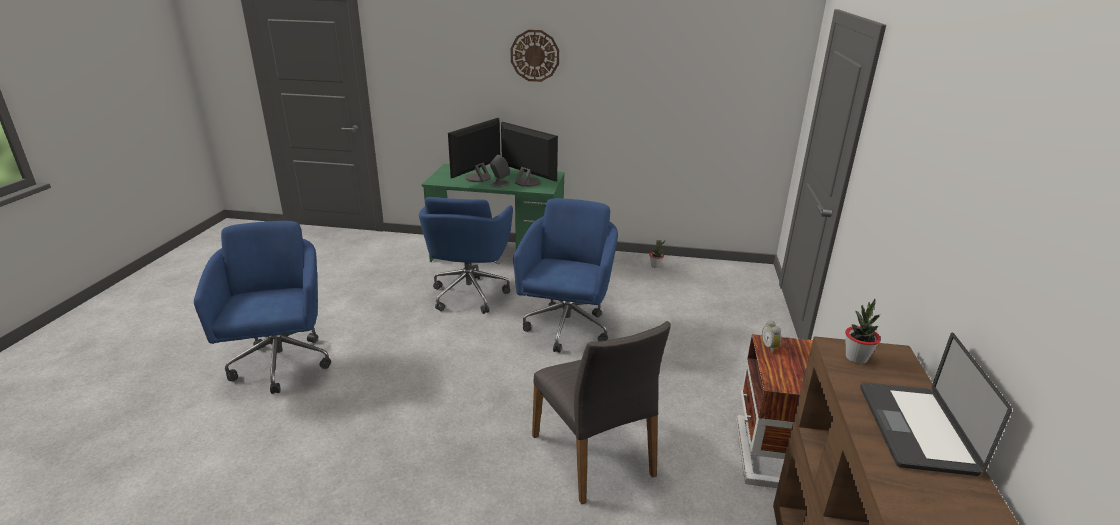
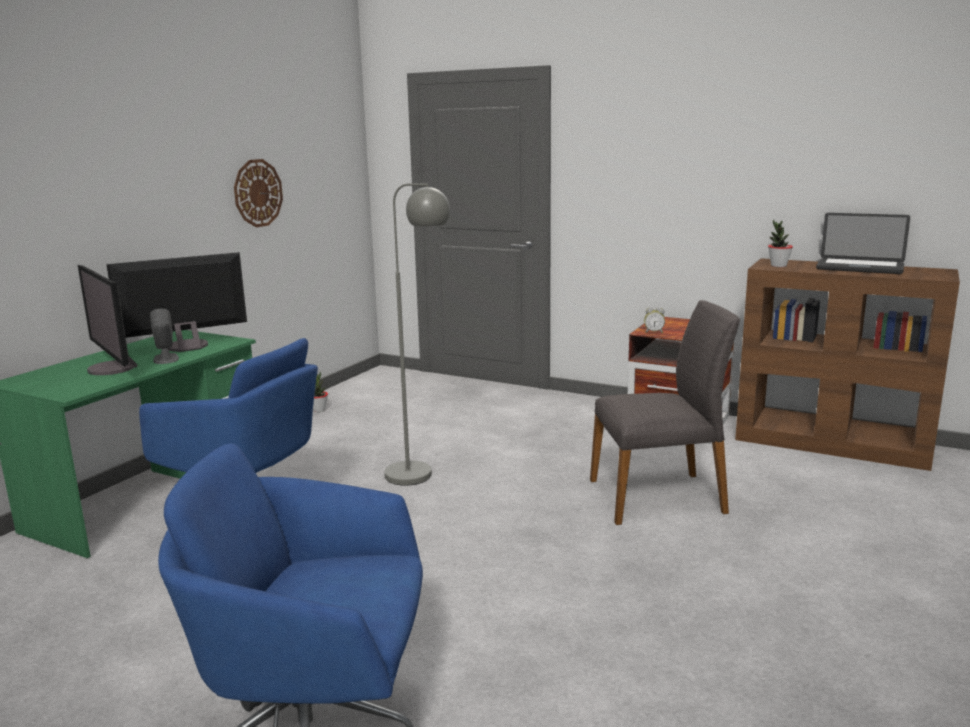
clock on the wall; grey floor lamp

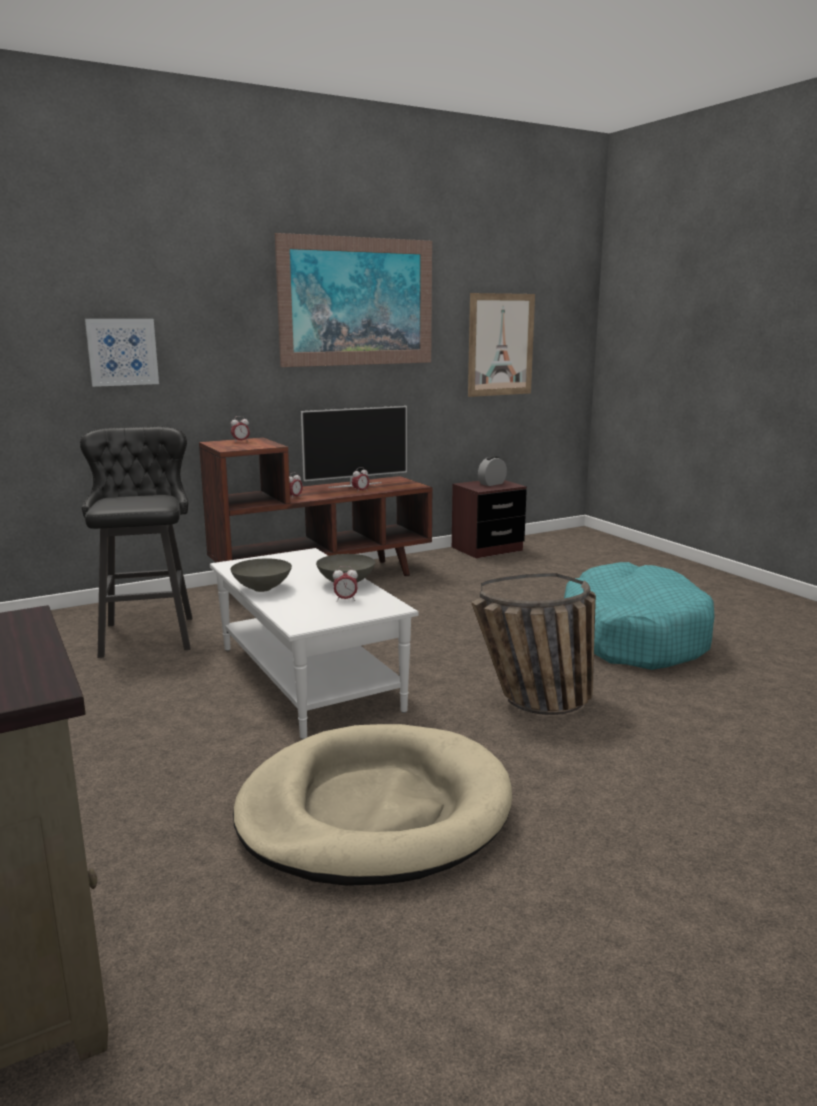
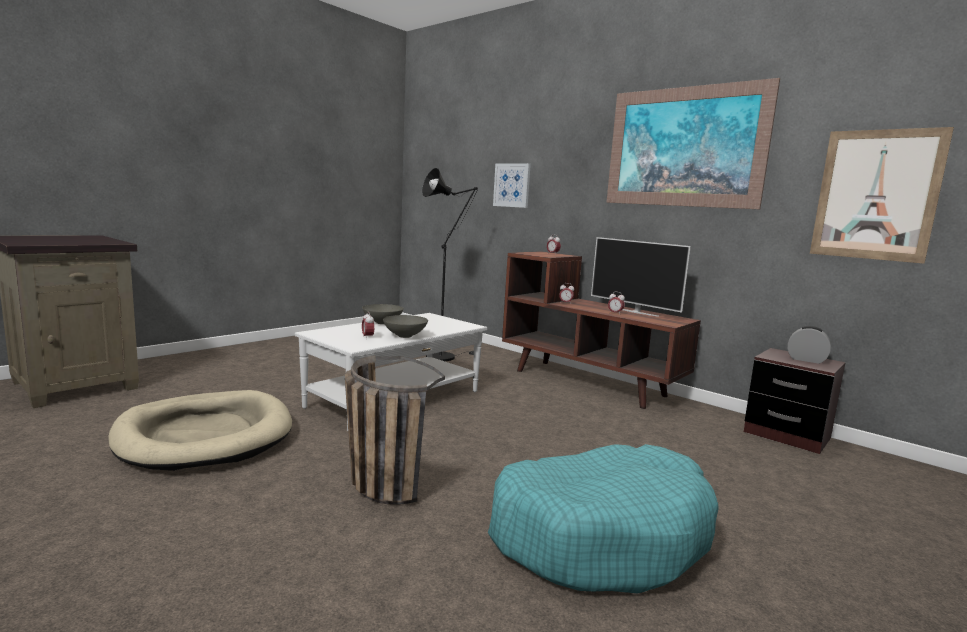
black-coloured floor lamp

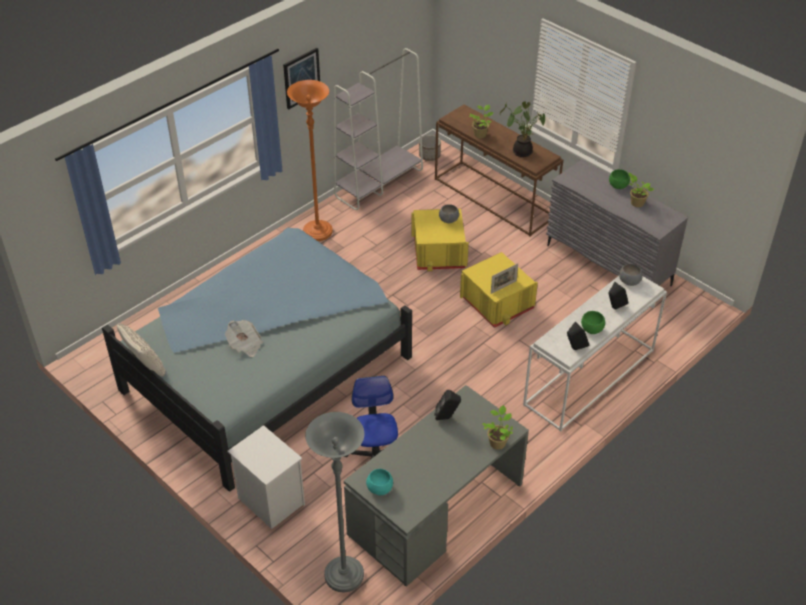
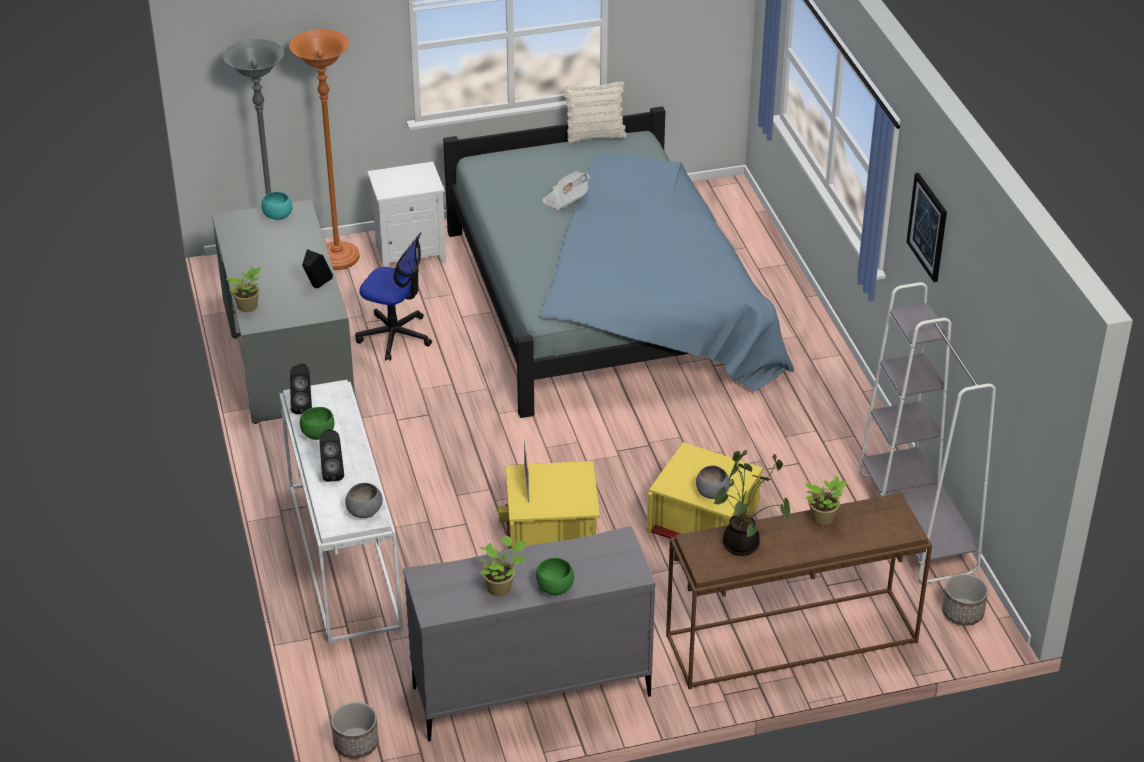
orangey floor lamp; flower pot (no. 1 from left)

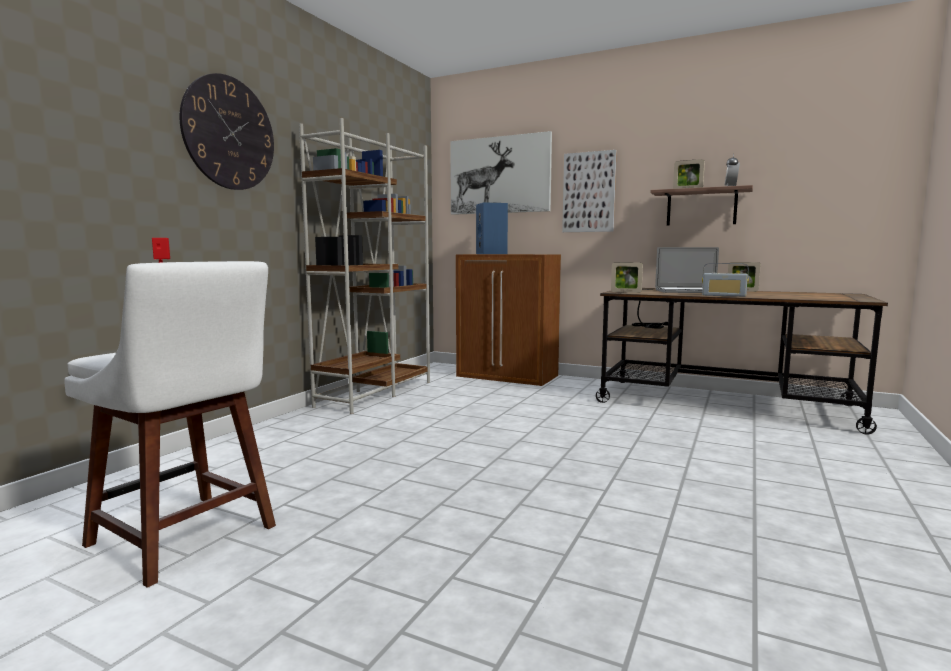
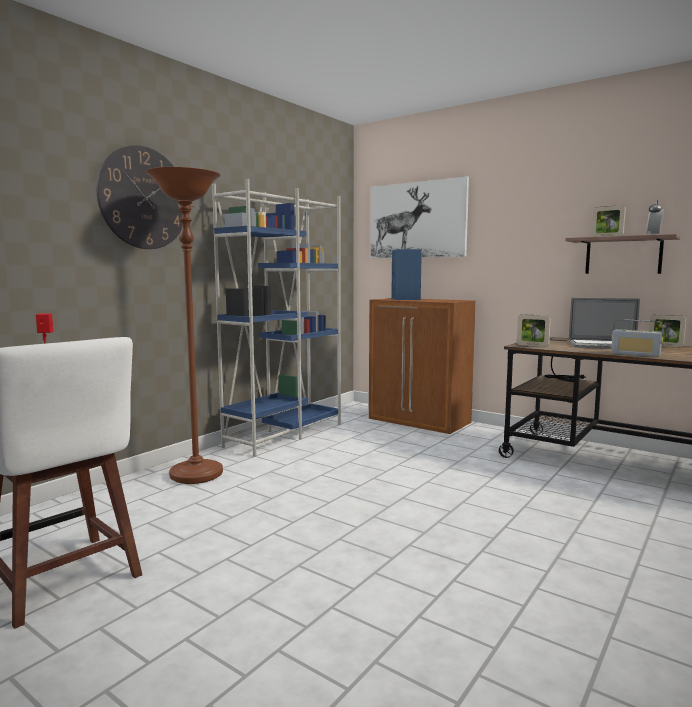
blue-coloured shelving unit; wall art (no. 2 from left in the first image); brownish floor lamp

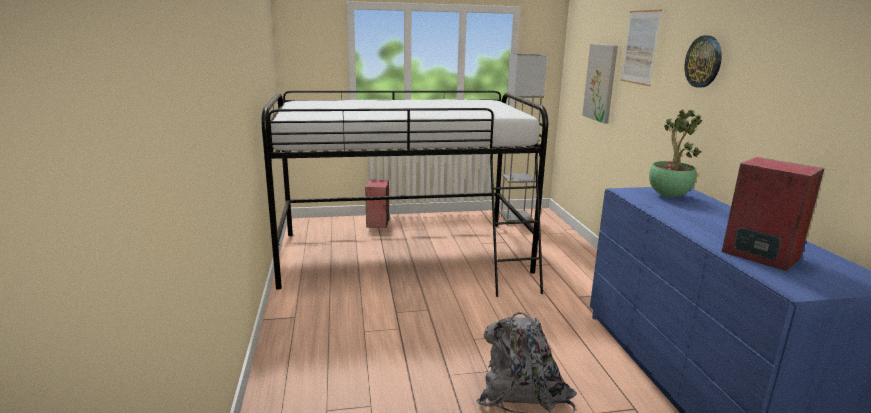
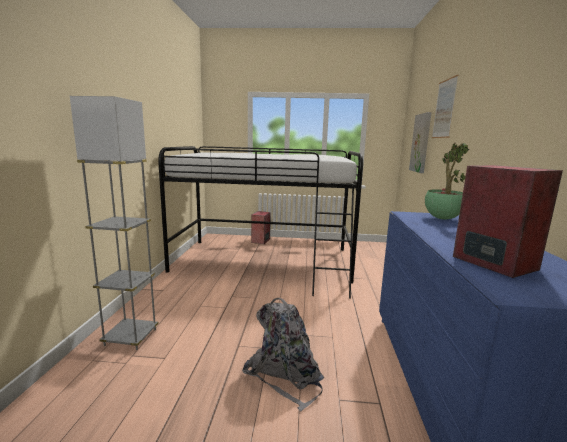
clock on the wall; grey floor lamp

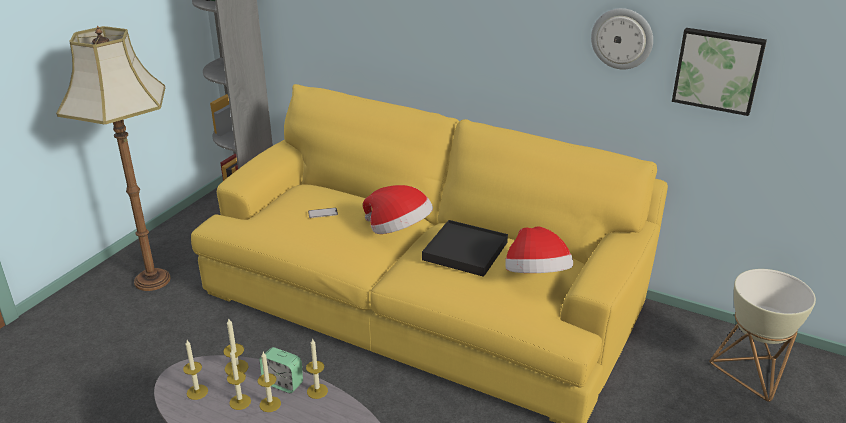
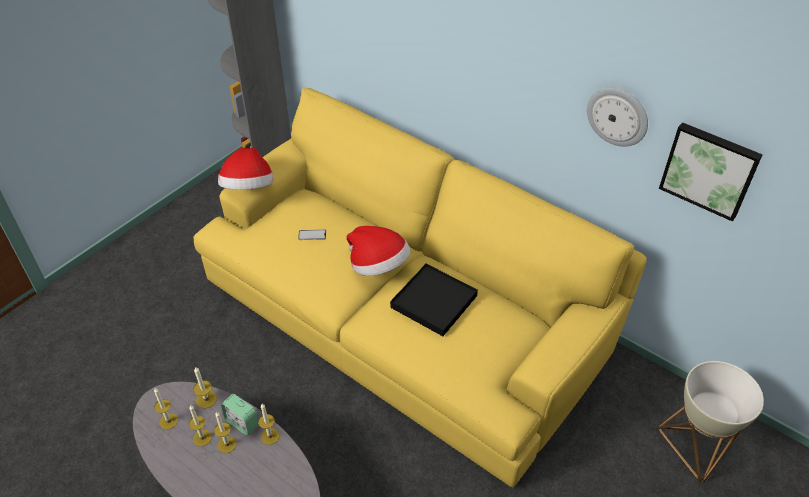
floor lamp; hat (no. 1 from left)

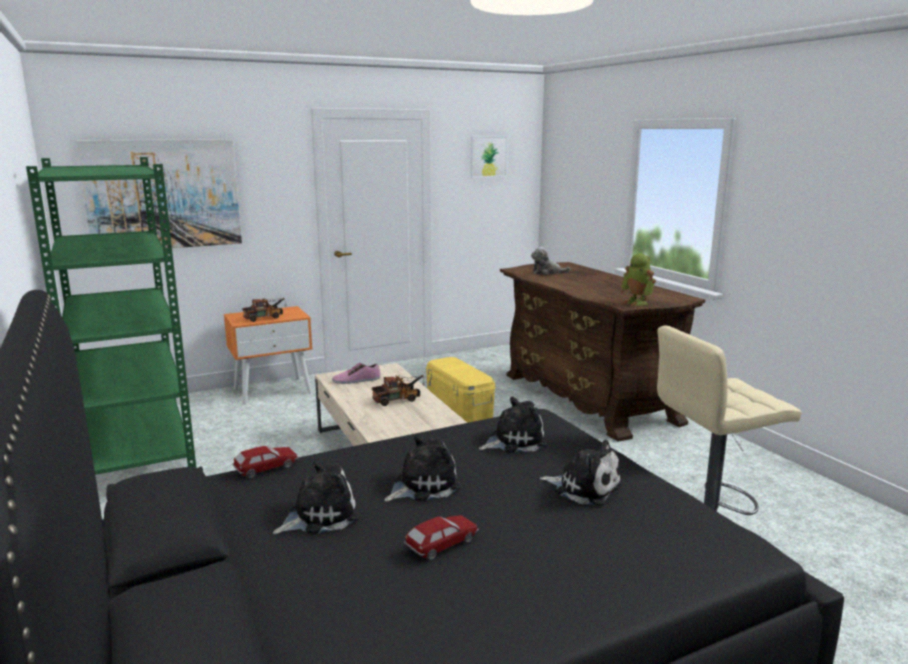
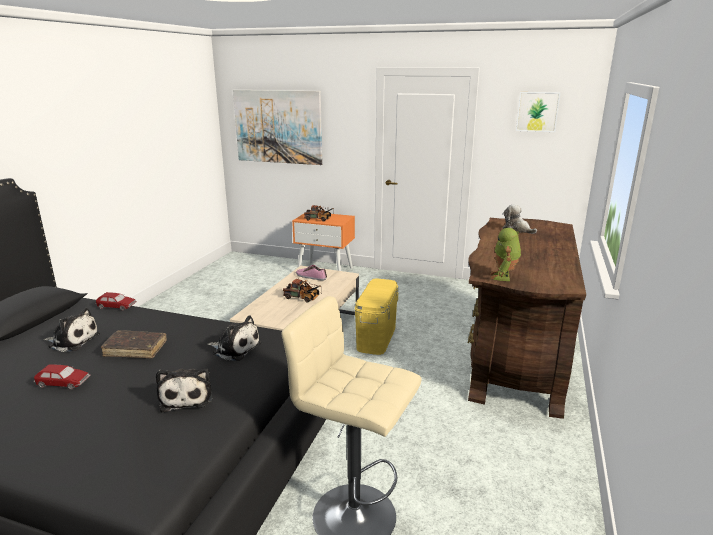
green shelving unit; brownish volume

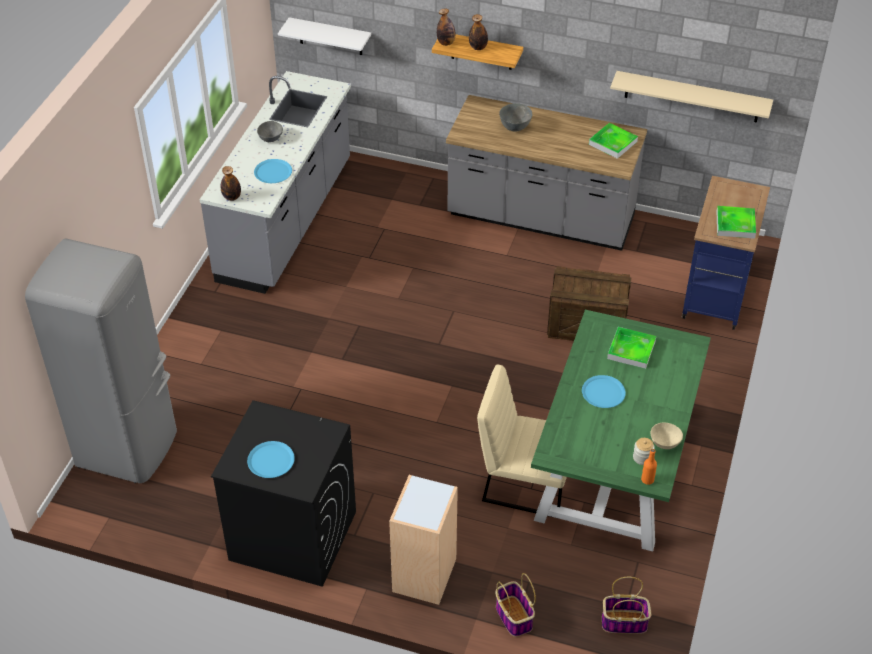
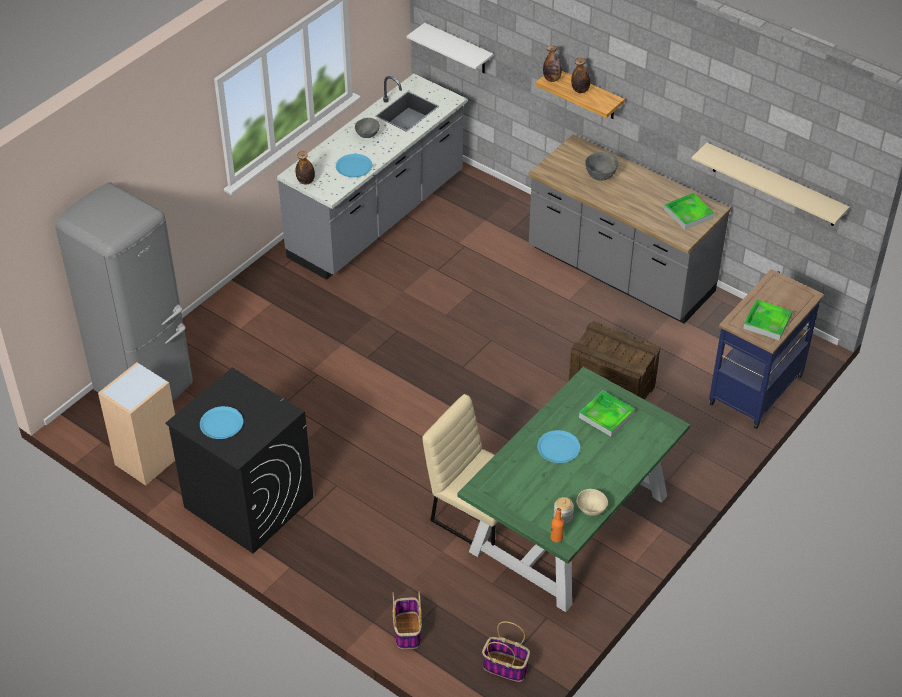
shelving unit

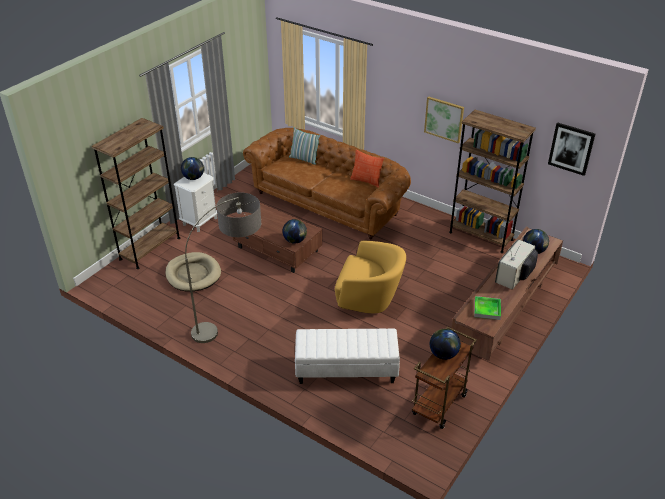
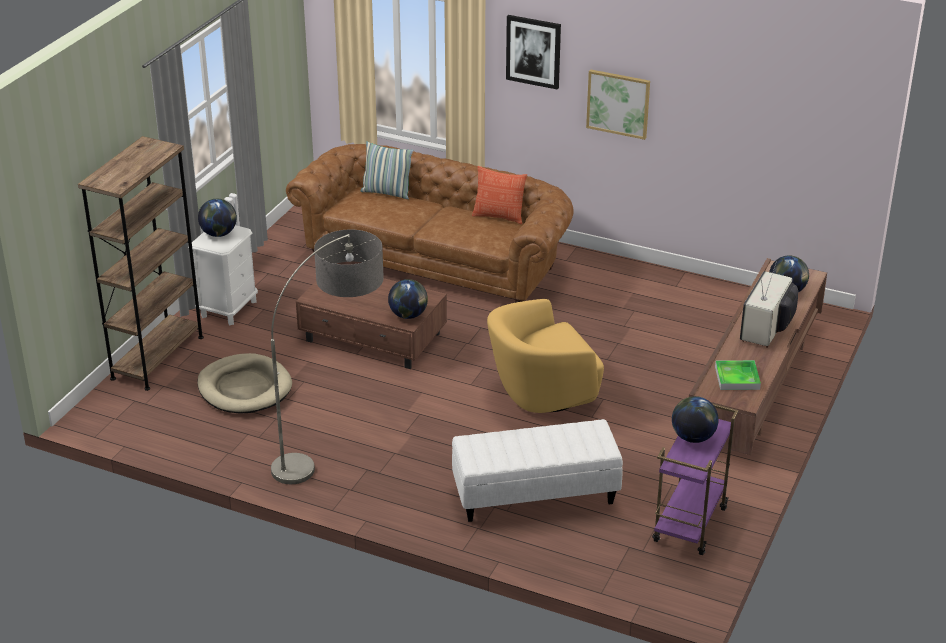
brownish shelving unit (no. 2 from left in the first image); wall art (no. 1 from left); yellow-coloured easy chair; purplish trolley

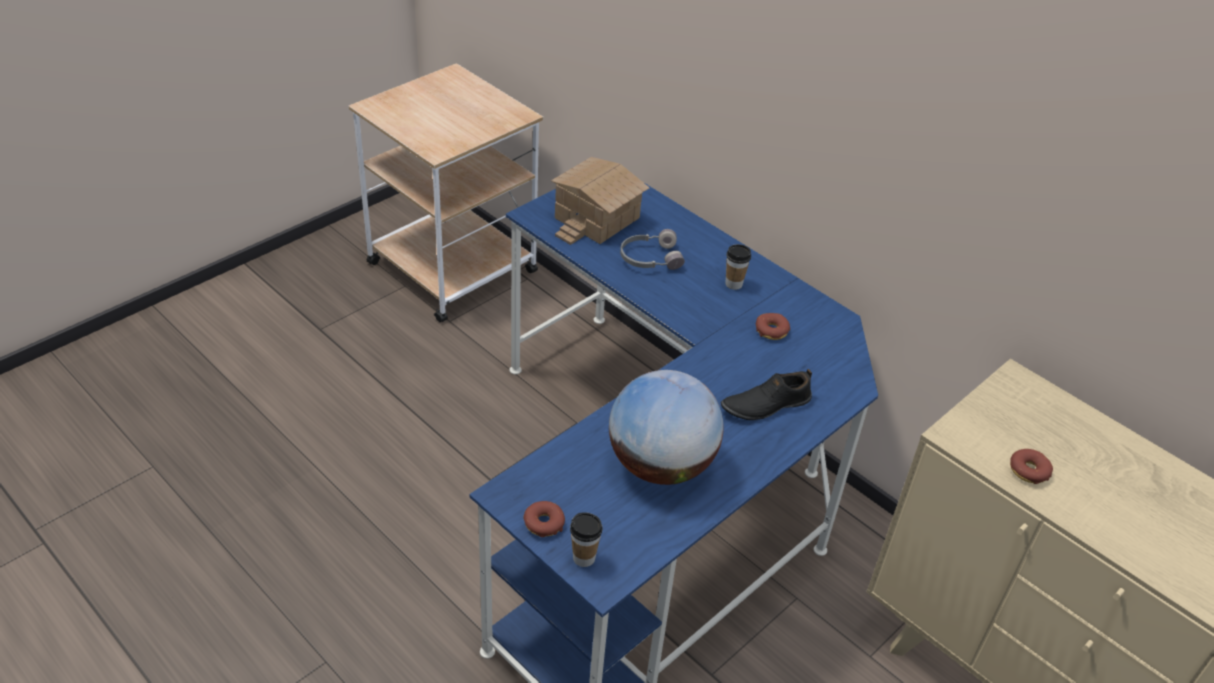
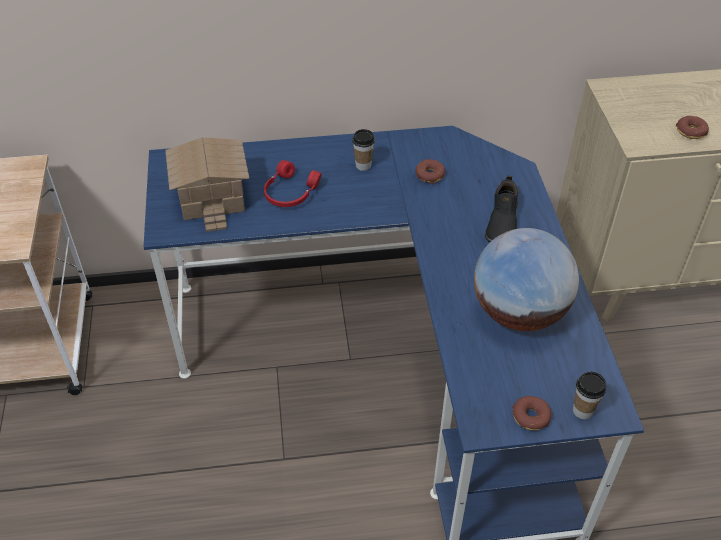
reddish headset

